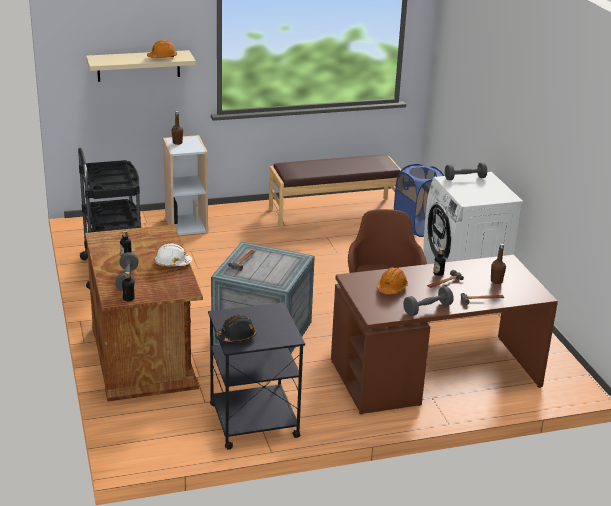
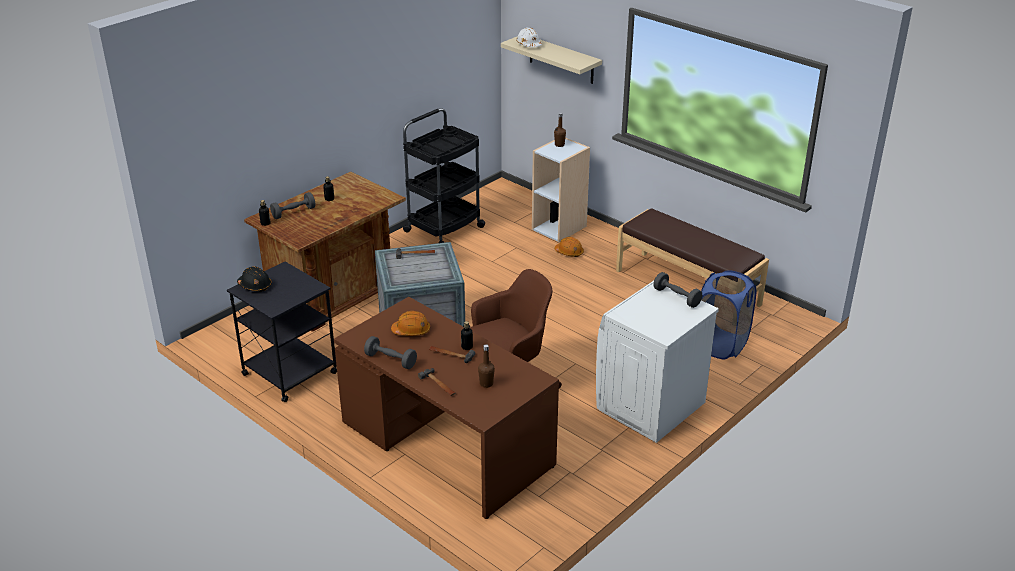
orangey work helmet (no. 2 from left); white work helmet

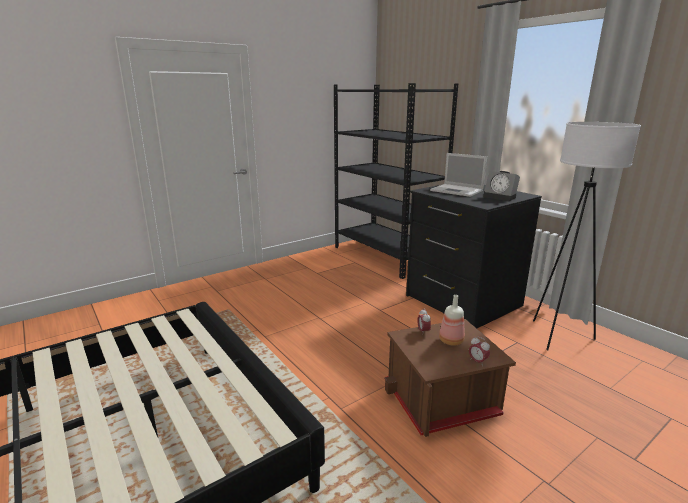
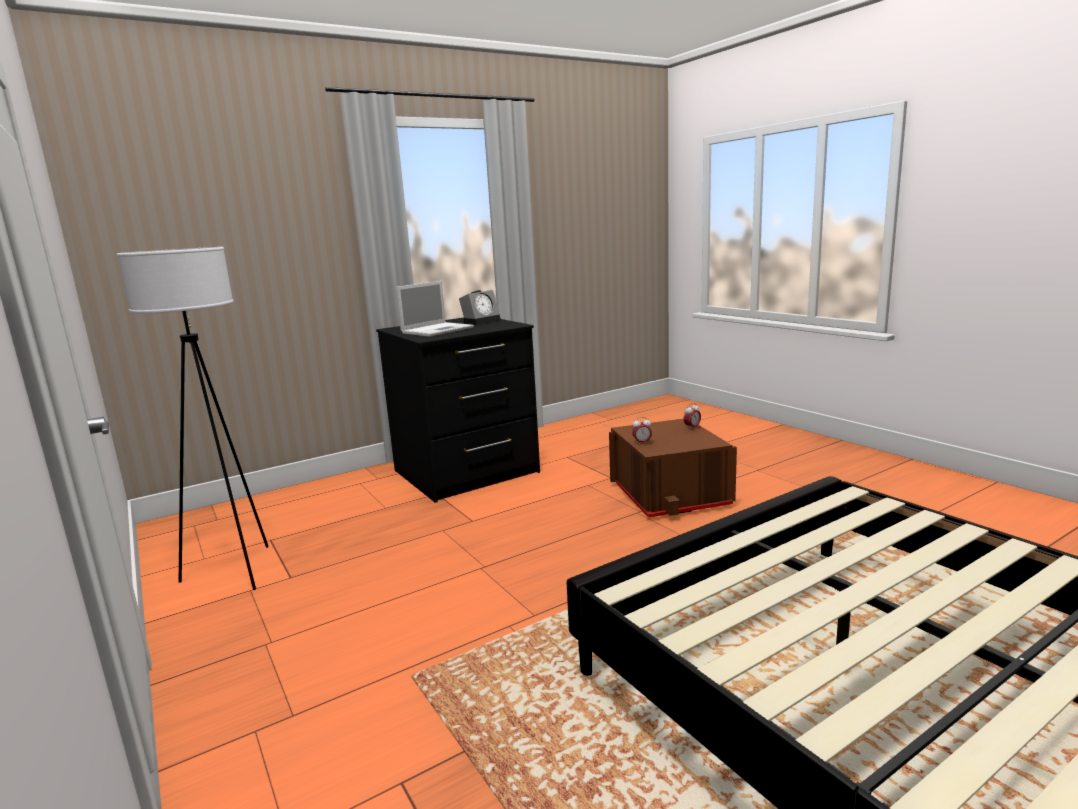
black-coloured shelving unit; white floor lamp; drink bottle

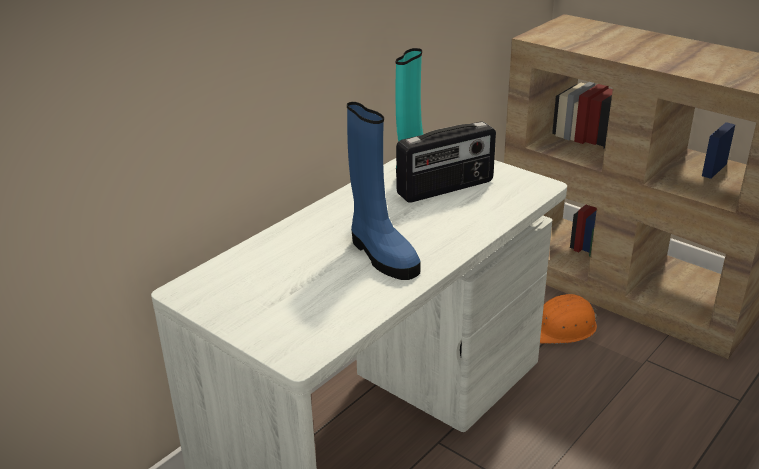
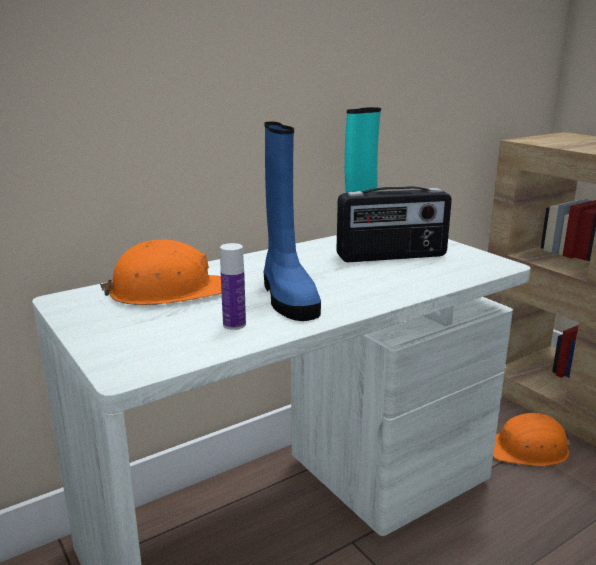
orangey work helmet (no. 1 from left); drink bottle

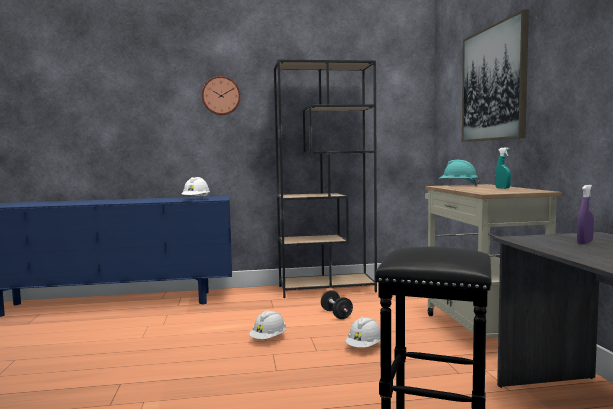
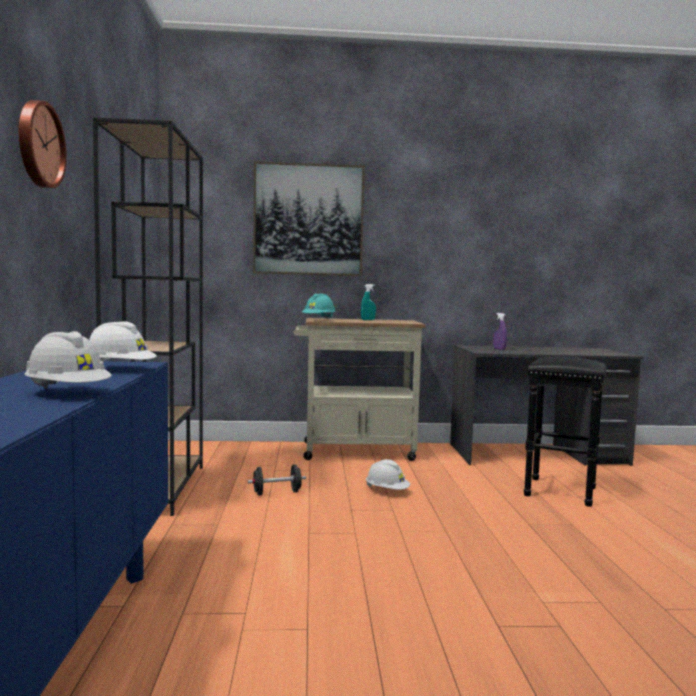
white work helmet (no. 1 from left)

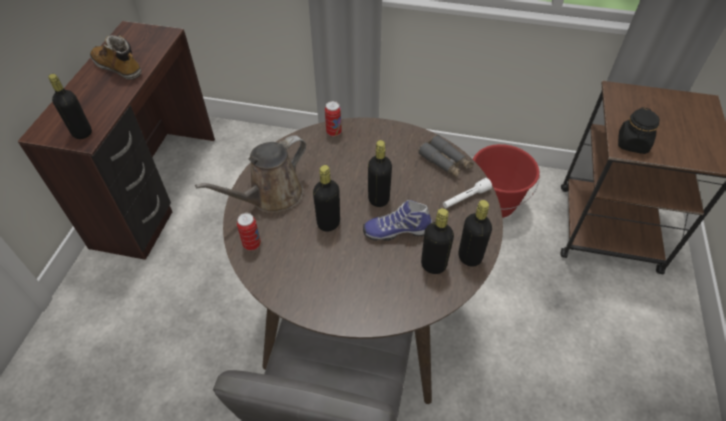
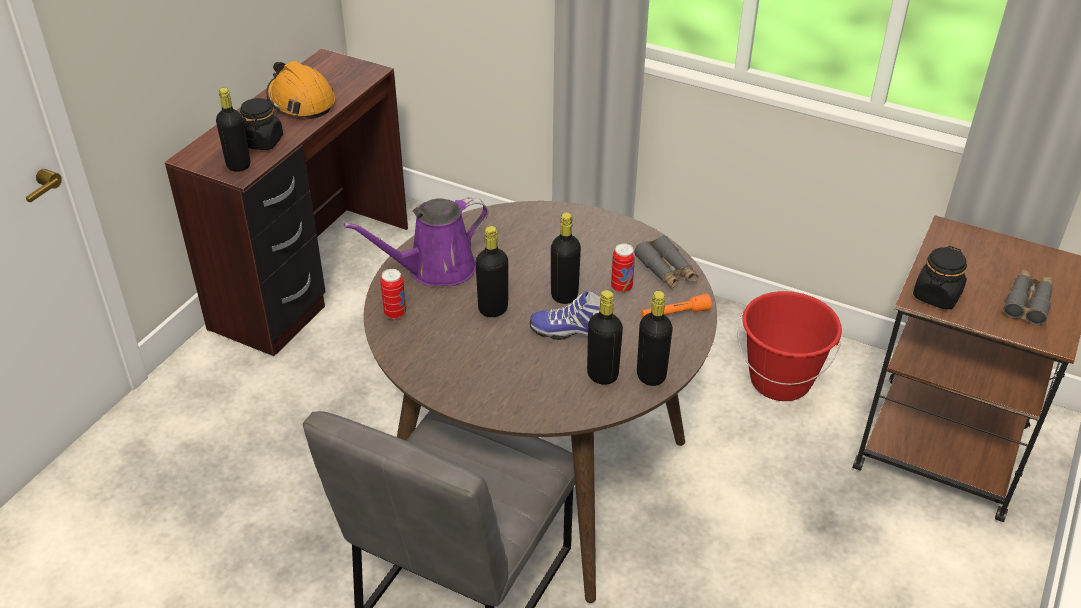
orangey work helmet; sealed can (no. 2 from left); purplish sprinkling can; orangey hand torch; black-coloured preserve jar (no. 1 from left); grey pair of binoculars (no. 2 from left)

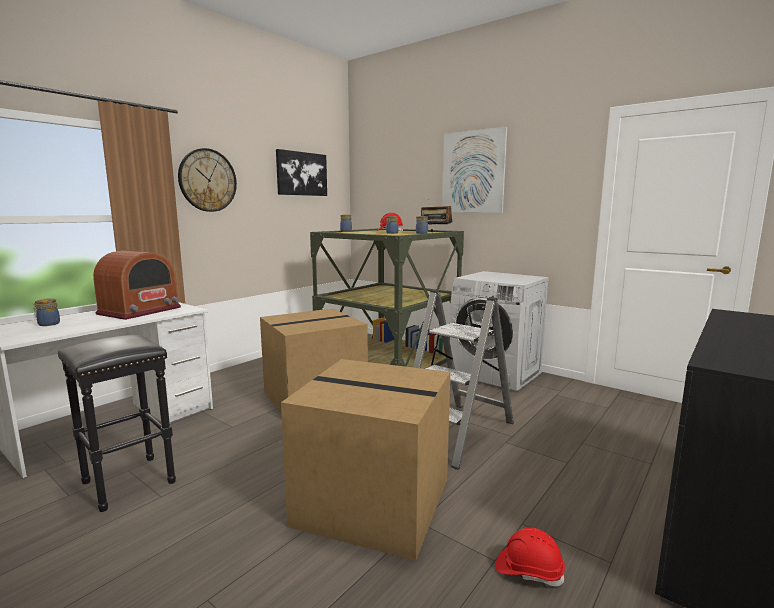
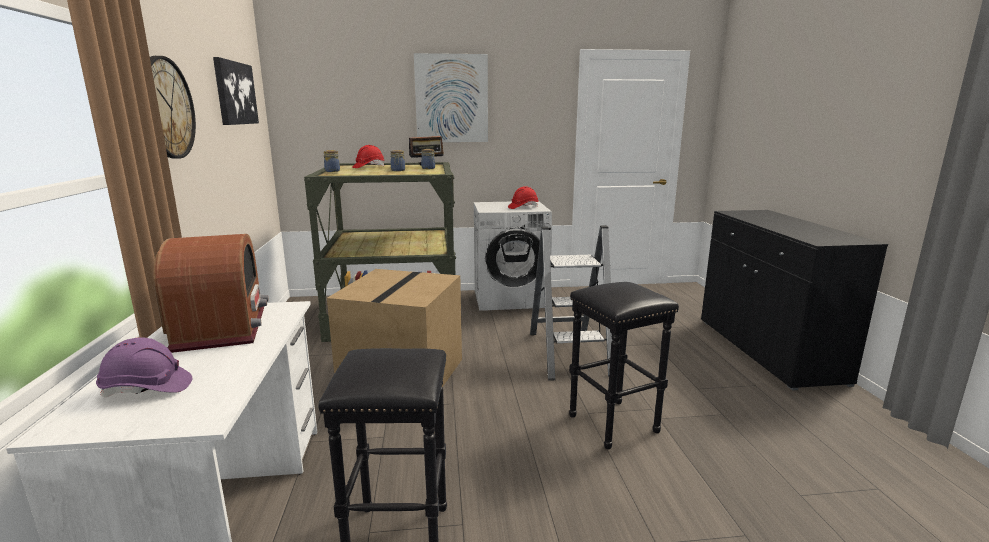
purplish work helmet; black-coloured sitting stool (no. 2 from left); reddish work helmet (no. 2 from left)

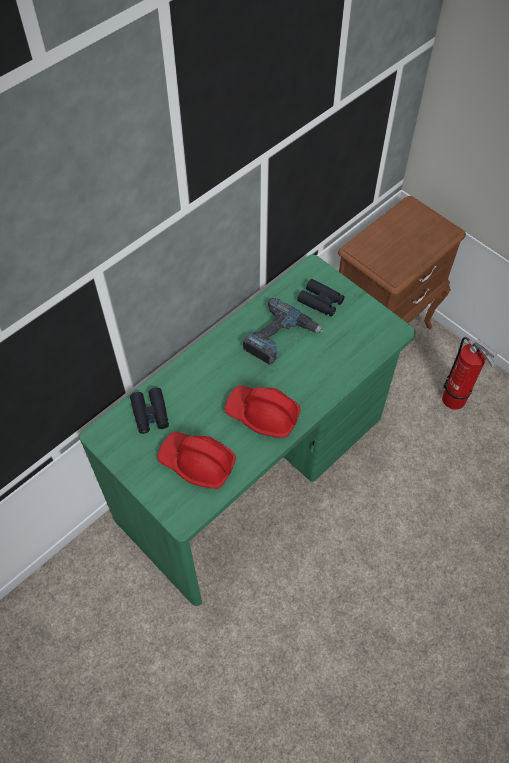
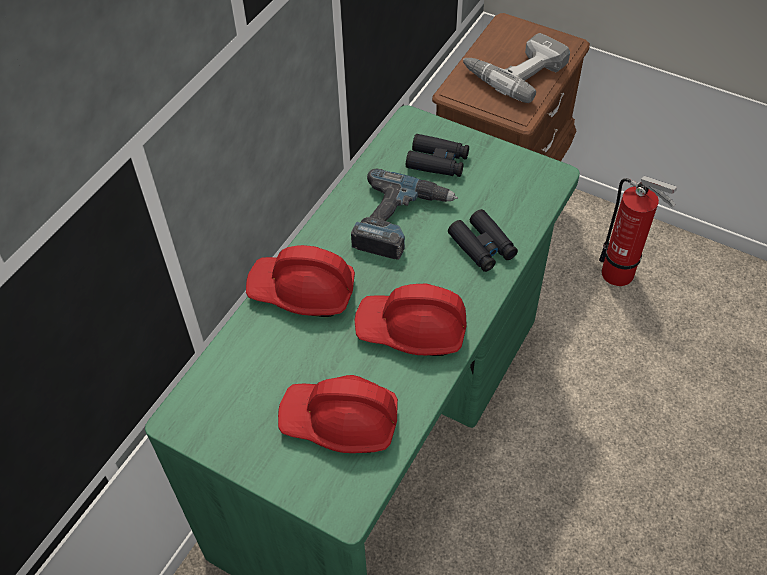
black-coloured pair of binoculars (no. 2 from left); electric drill (no. 2 from left); reddish work helmet (no. 1 from left)

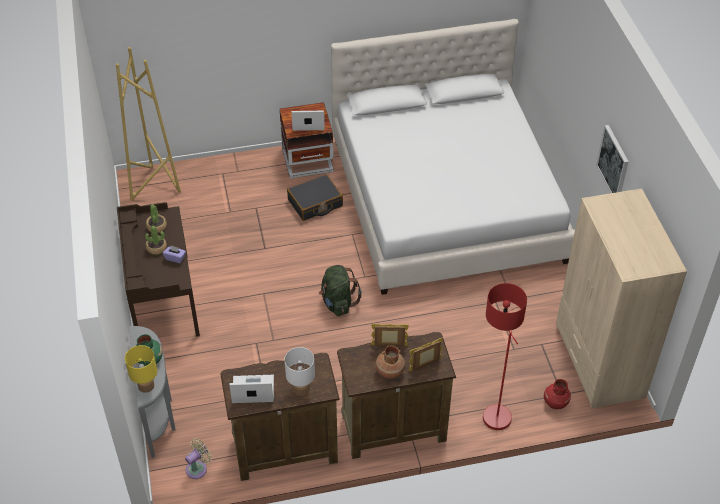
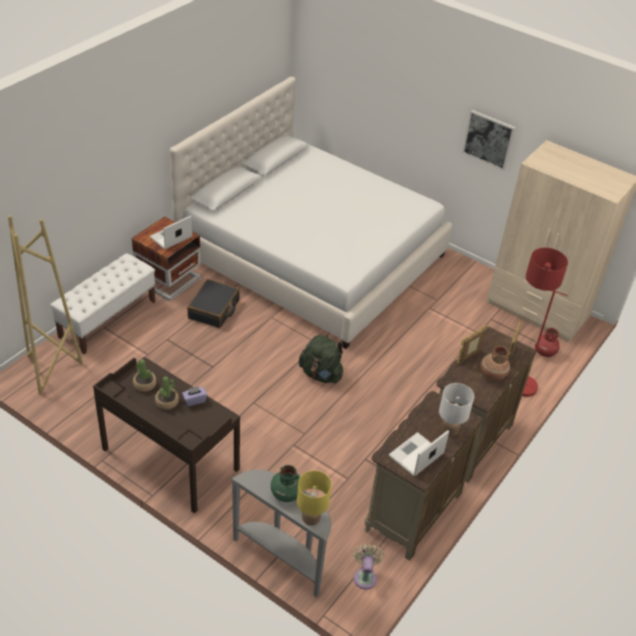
white long seat

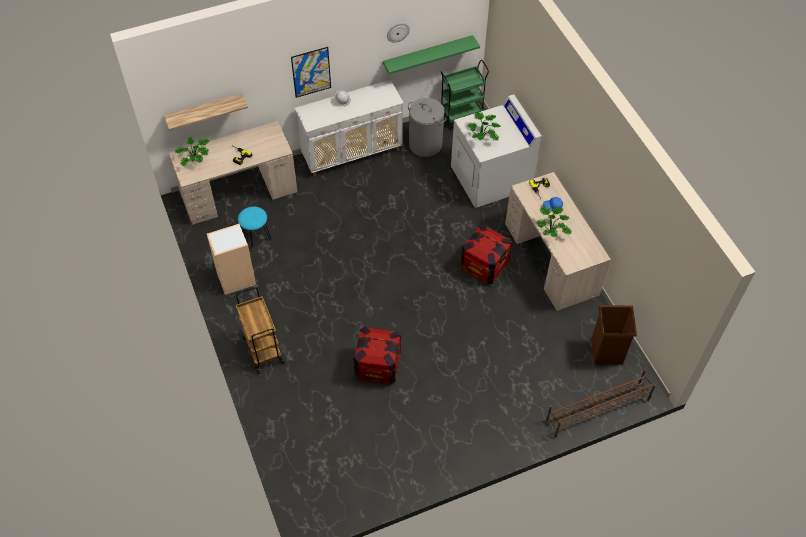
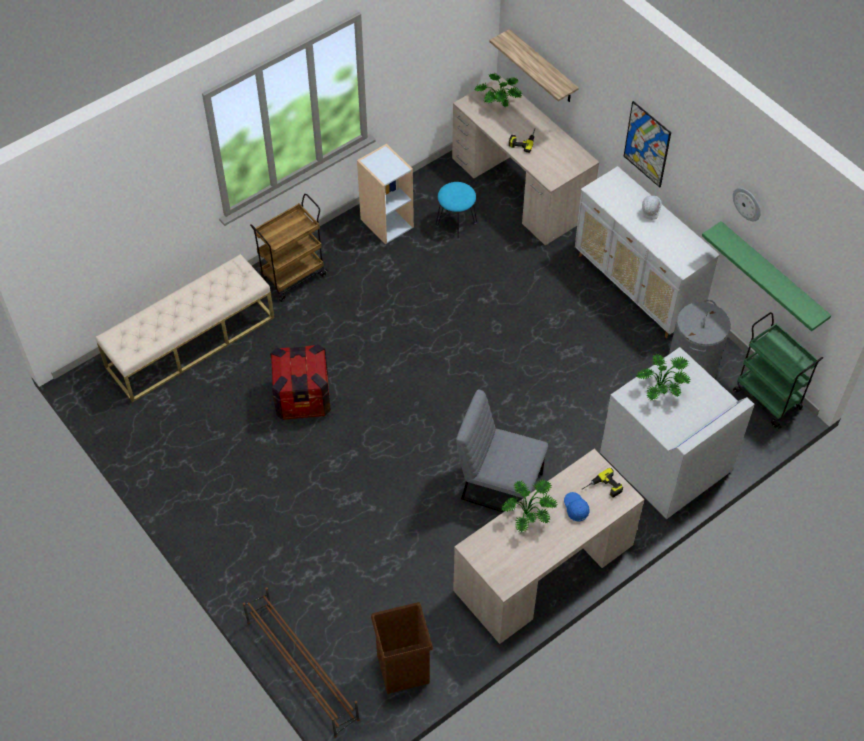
grey upright chair; sand-coloured long seat

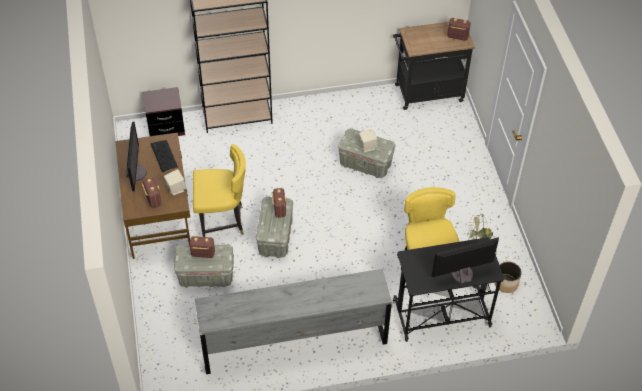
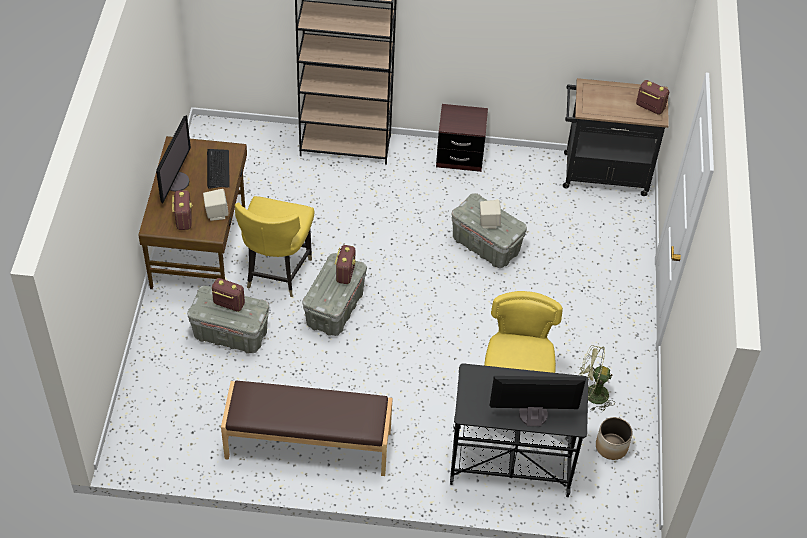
brownish nightstand; yellow-coloured upright chair (no. 1 from left); brownish long seat

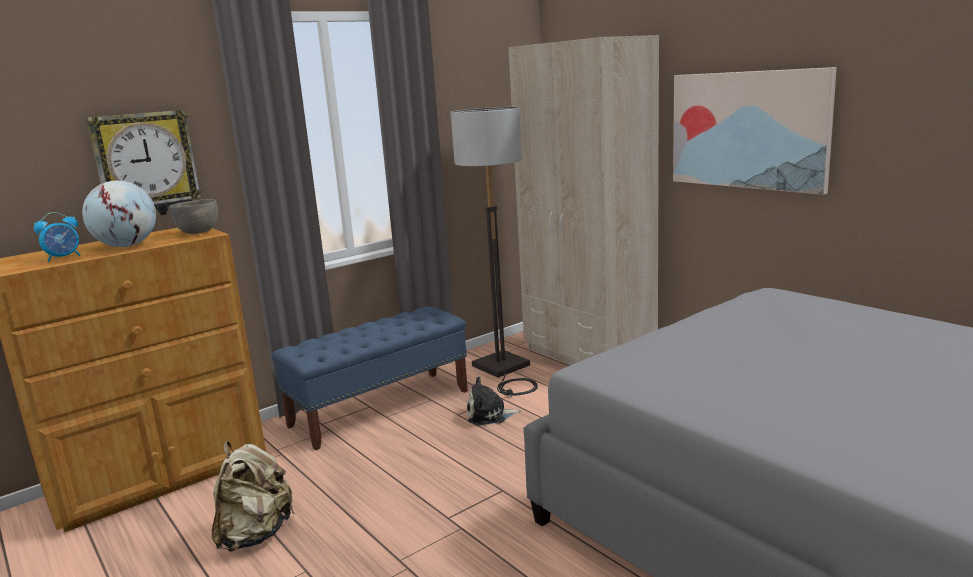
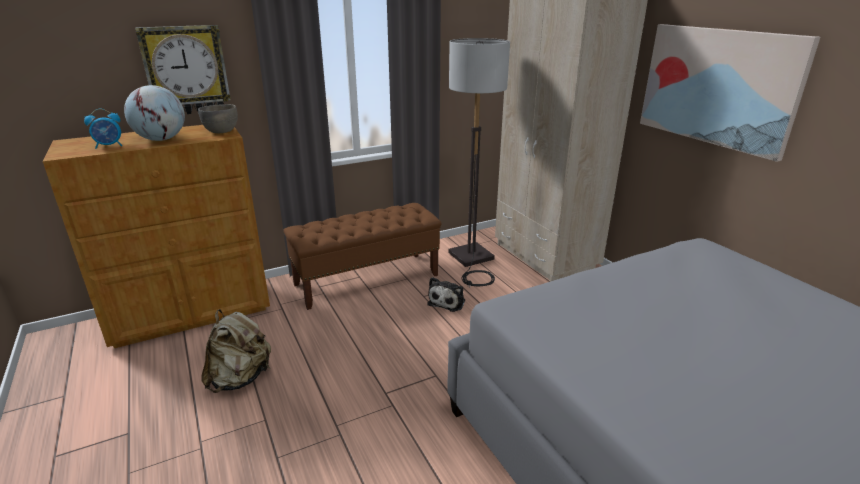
brownish long seat; cuddly toy

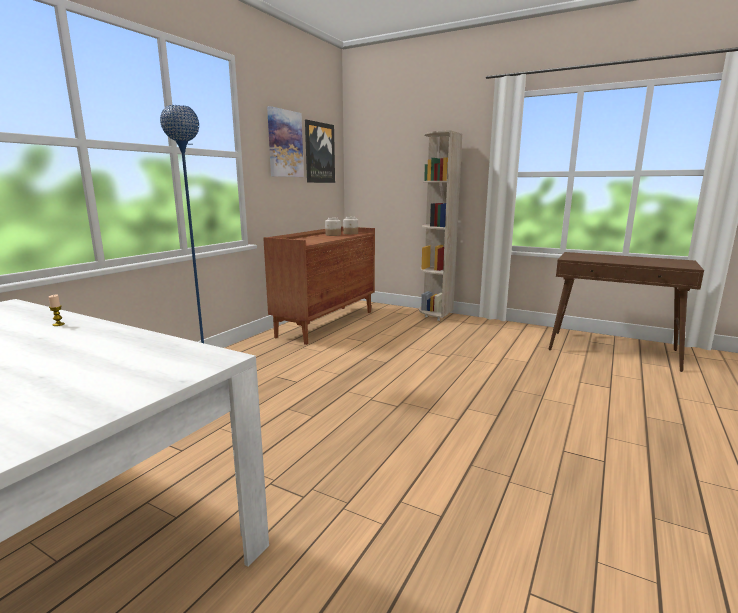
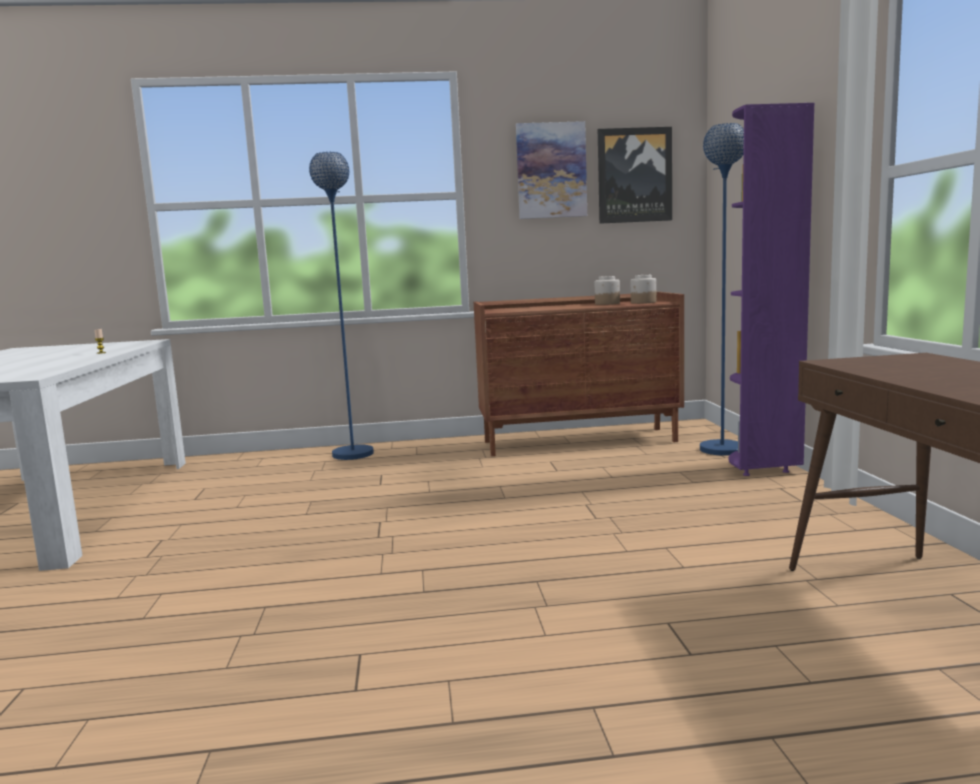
purplish shelving unit; blue-coloured floor lamp (no. 2 from left)

